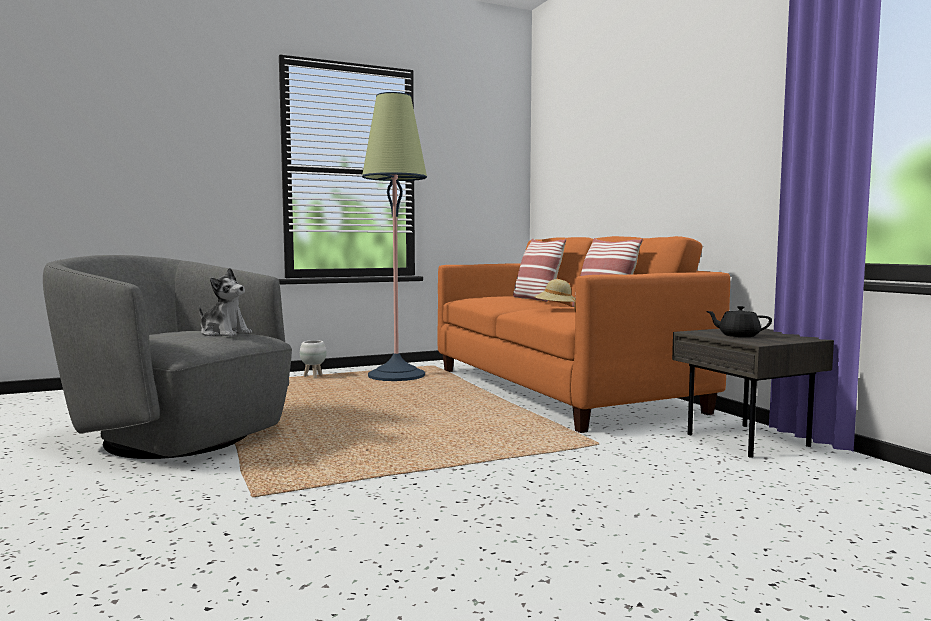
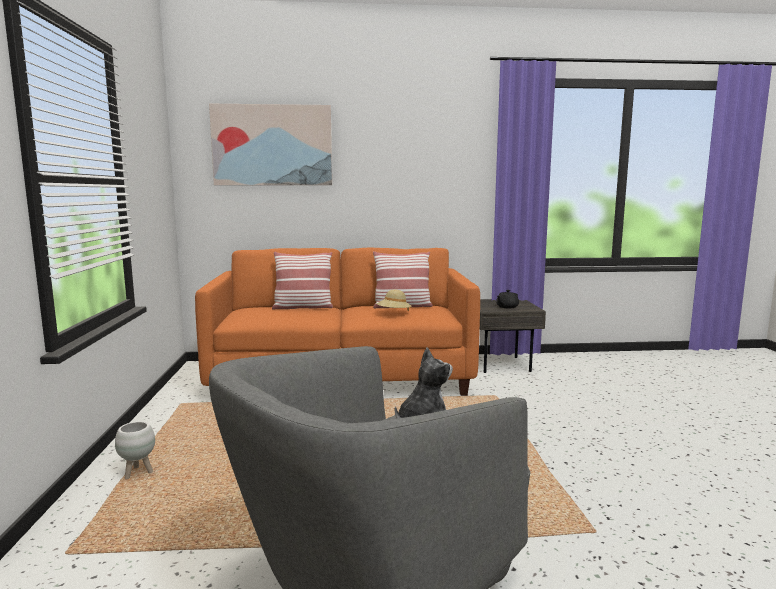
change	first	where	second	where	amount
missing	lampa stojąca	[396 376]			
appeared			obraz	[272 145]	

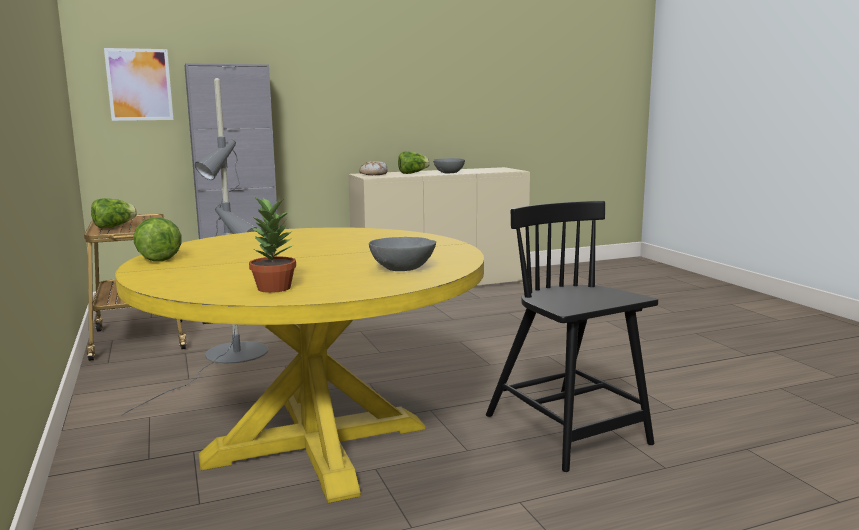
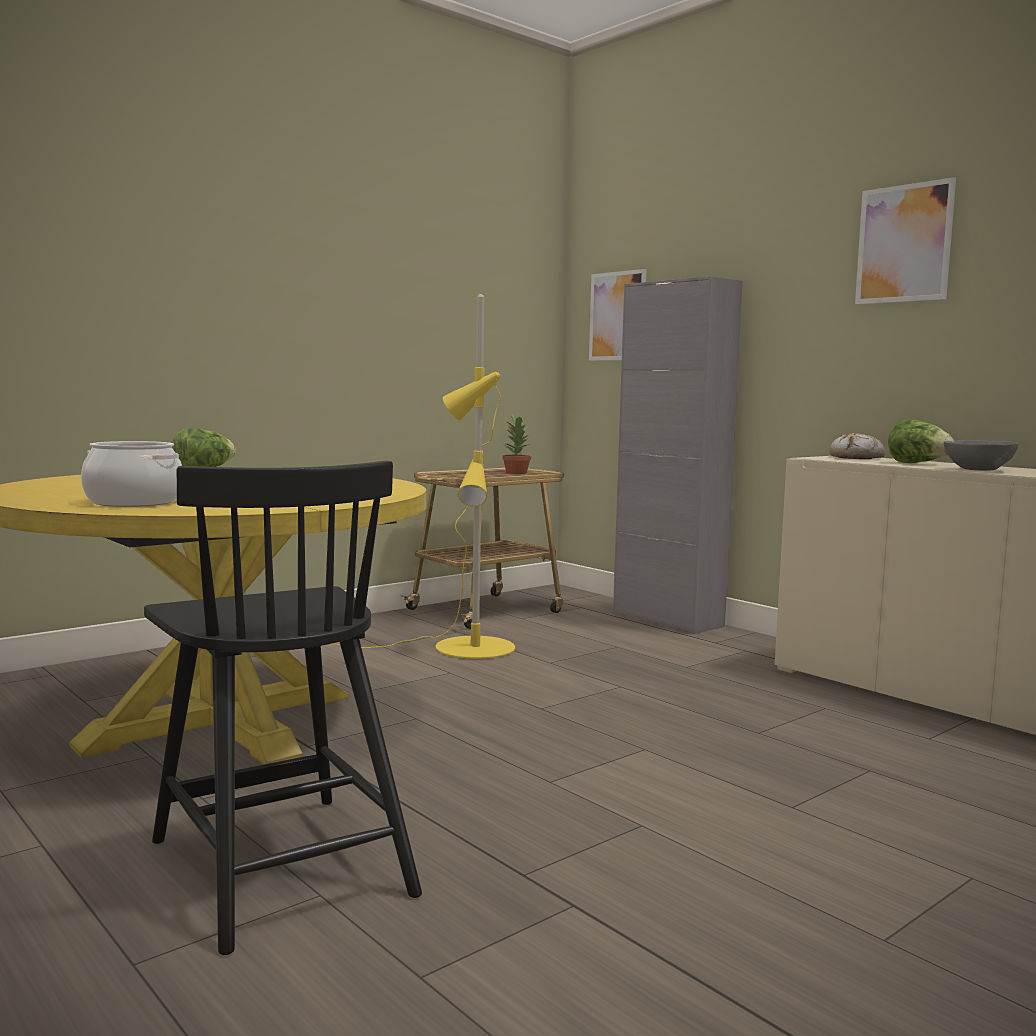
change	first	where	second	where	amount
missing	sałata	[114 227]			
appeared			obraz	[904 243]	
relocated	roślina doniczkowa	[273 288]		[516 473]	
exchanged	miska [szary]	[402 269]	garnek	[135 502]	
colour	lampa stojąca [szary]	[229 358]	lampa stojąca [żółty]	[456 648]	
spun	krzesło [czarny]	[567 431]		[279 864]	105 degrees clockwise

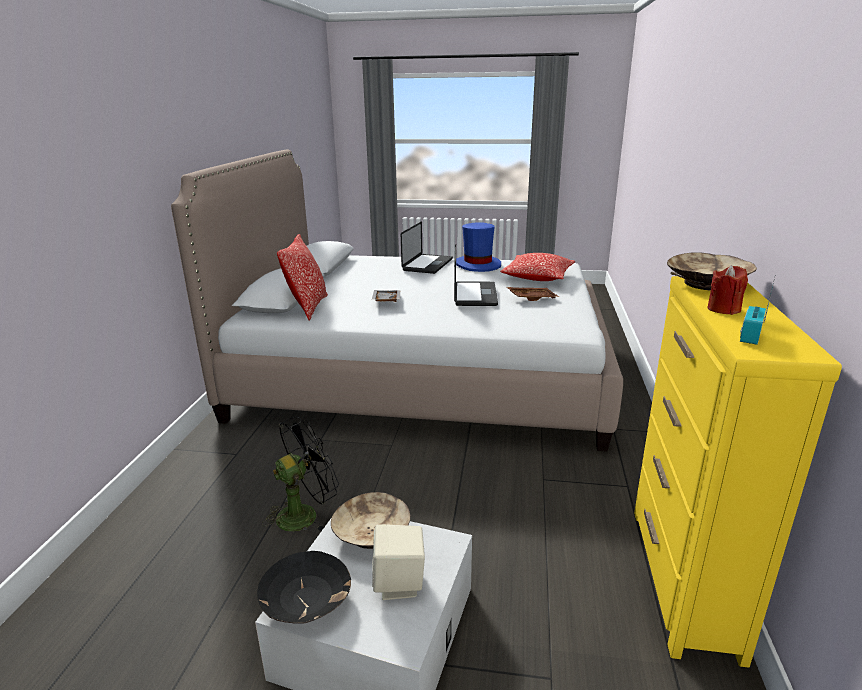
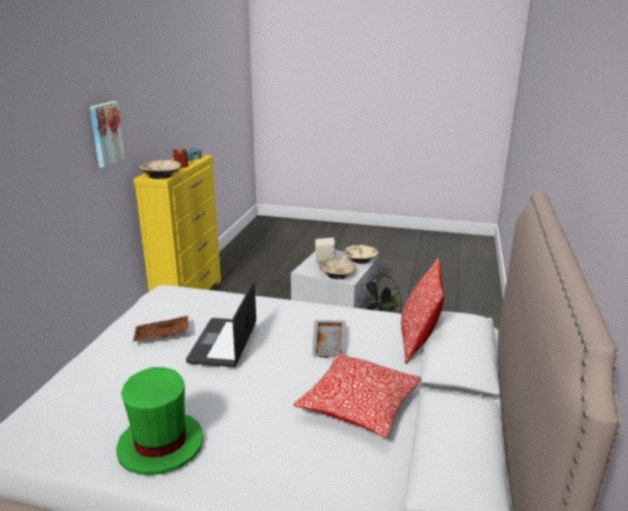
change	first	where	second	where	amount
missing	laptop	[427 265]			
appeared			obraz	[105 133]	
relocated	poduszka	[537 277]		[359 405]	
colour	miska [czarny]	[307 602]	miska [beżowy]	[360 259]	
colour	kapelusz [niebieski]	[478 265]	kapelusz [zielony]	[160 445]	

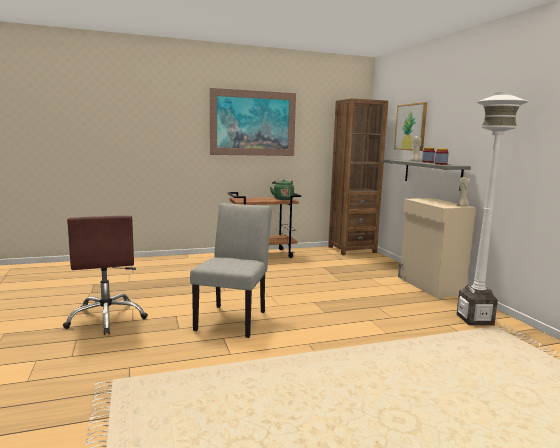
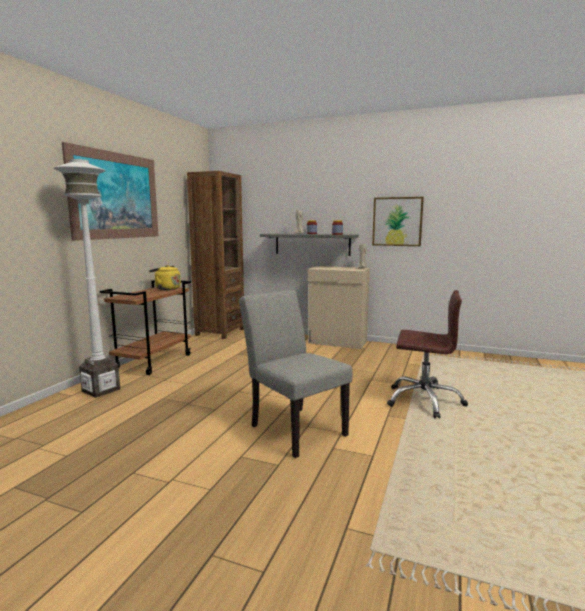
change	first	where	second	where	amount
relocated	krzesło biurowe [brązowy]	[107 318]		[424 400]	
relocated	obraz	[411 127]		[397 221]	
relocated	lampa stojąca [biały]	[475 319]		[101 390]	
colour	czajnik [zielony]	[282 199]	czajnik [żółty]	[166 289]	

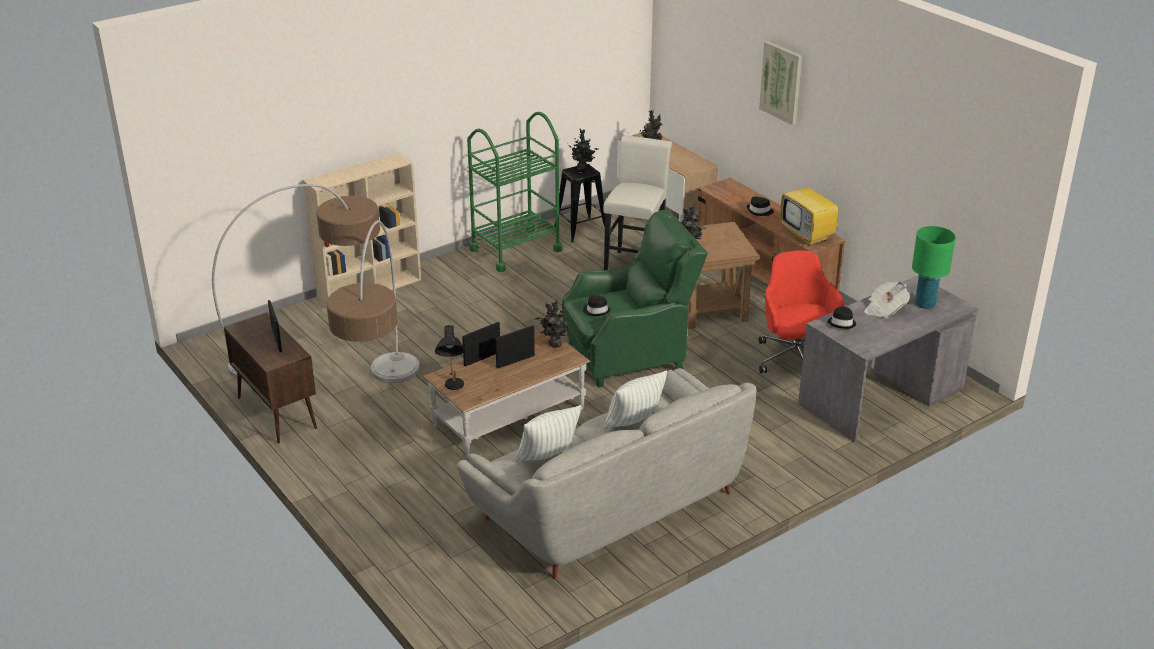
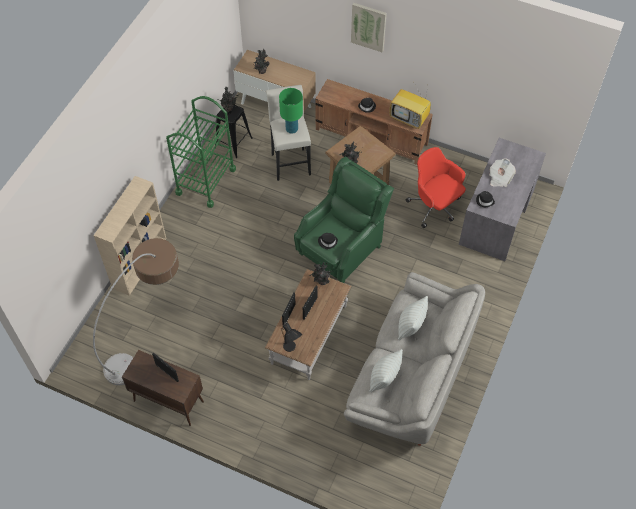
change	first	where	second	where	amount
missing	lampa stojąca	[383 408]			
relocated	lampa stołowa [zielony]	[925 304]		[292 129]	

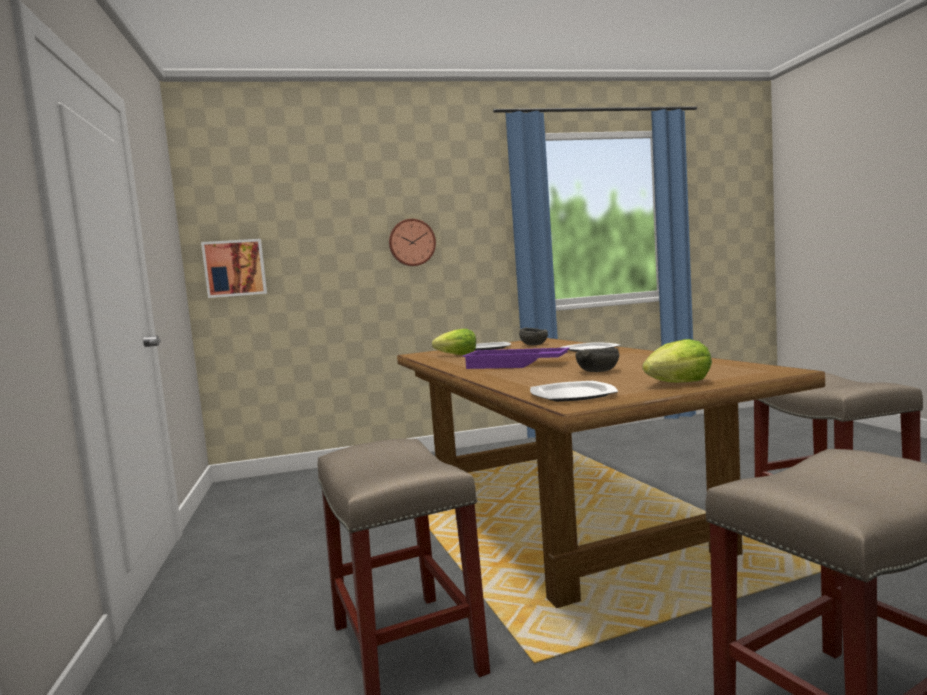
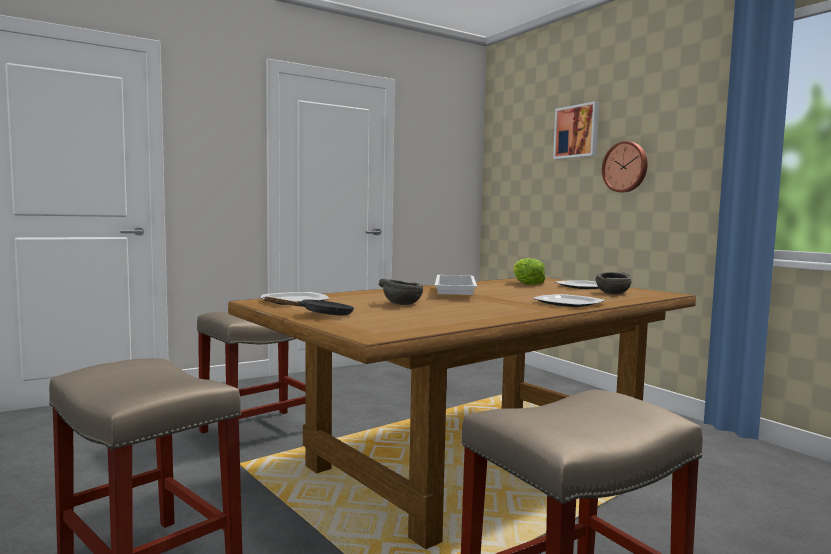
change	first	where	second	where	amount
relocated	obraz	[235 268]		[577 131]	
exchanged	sałata	[679 383]	patelnia [czarny]	[321 315]	
colour	taca [fioletowy]	[515 365]	taca [biały]	[453 292]	

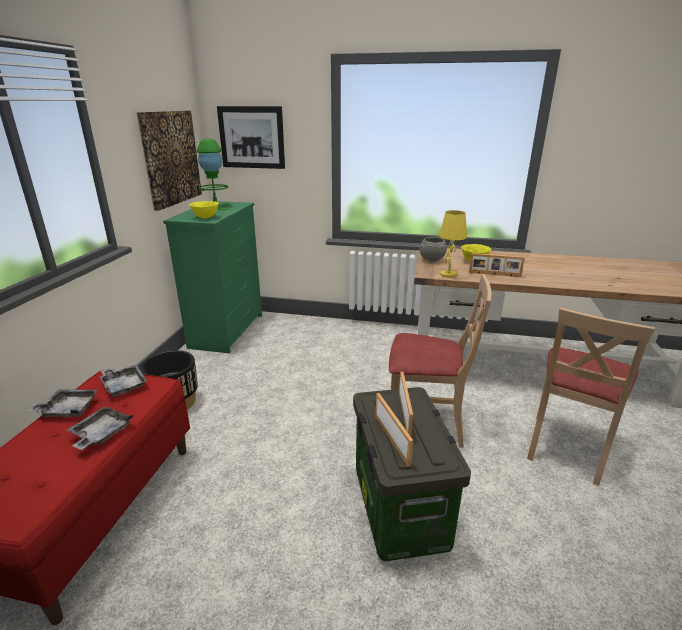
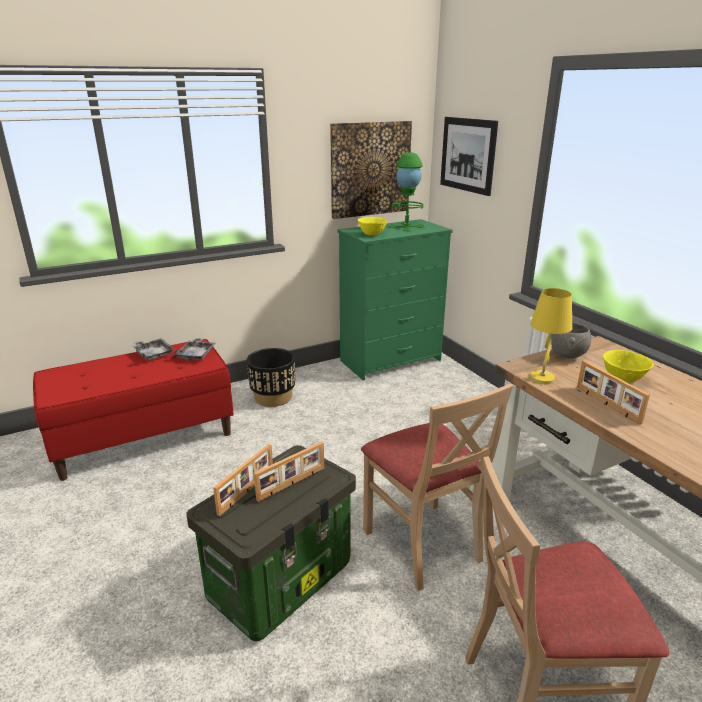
change	first	where	second	where	amount
missing	taca [szary]	[101 434]			

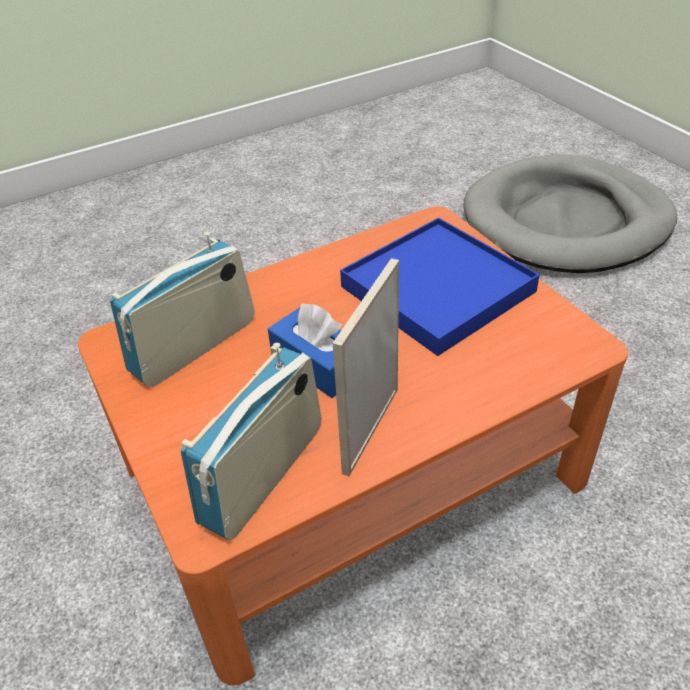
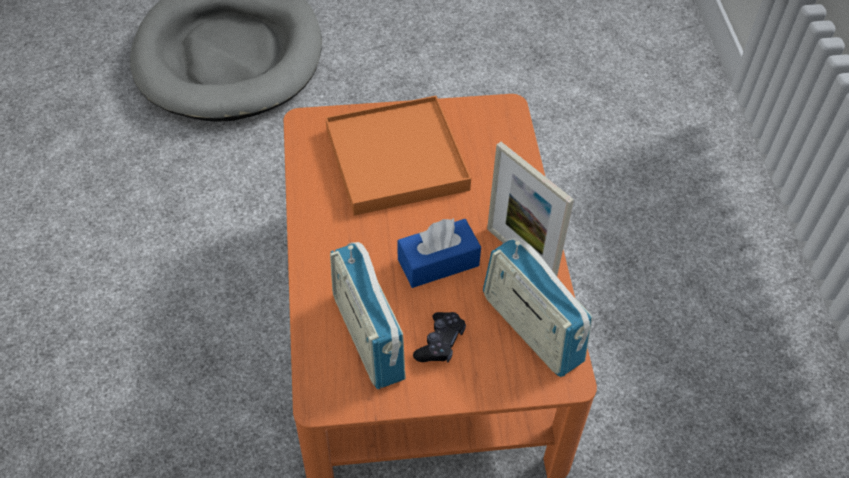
change	first	where	second	where	amount
appeared			pad do gier [czarny]	[440 343]	
colour	taca [niebieski]	[437 289]	taca [pomarańczowy]	[397 159]	

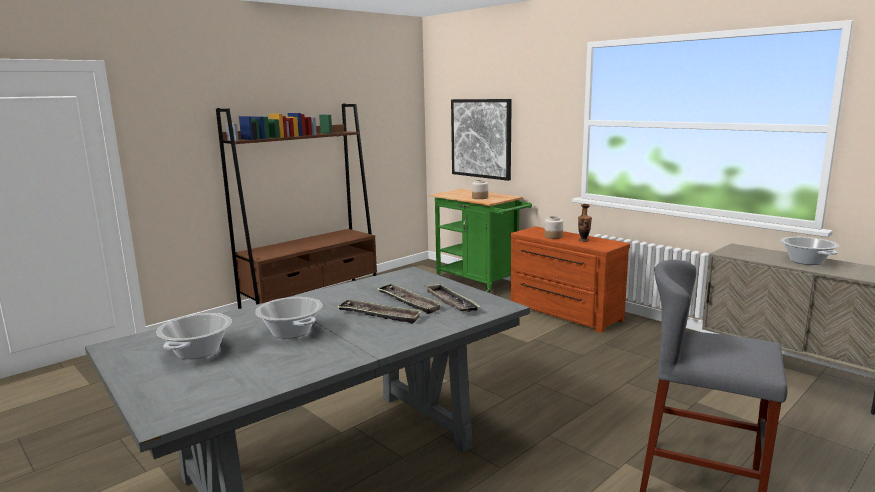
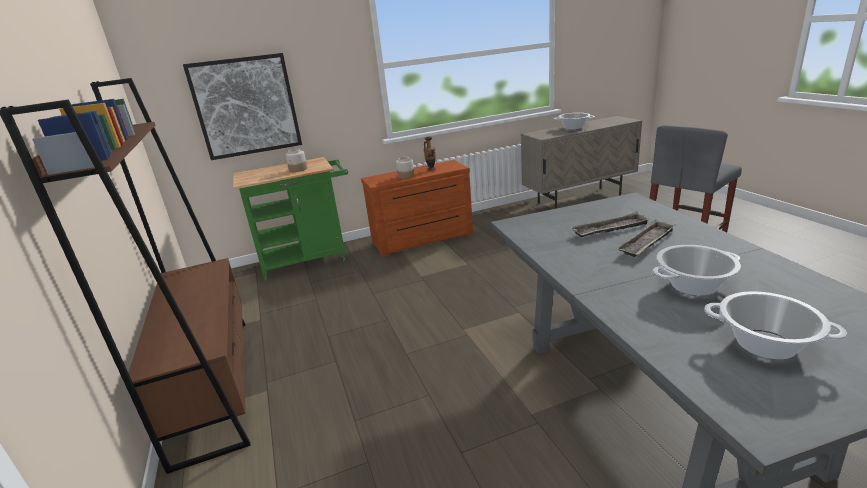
change	first	where	second	where	amount
missing	taca	[451 302]			

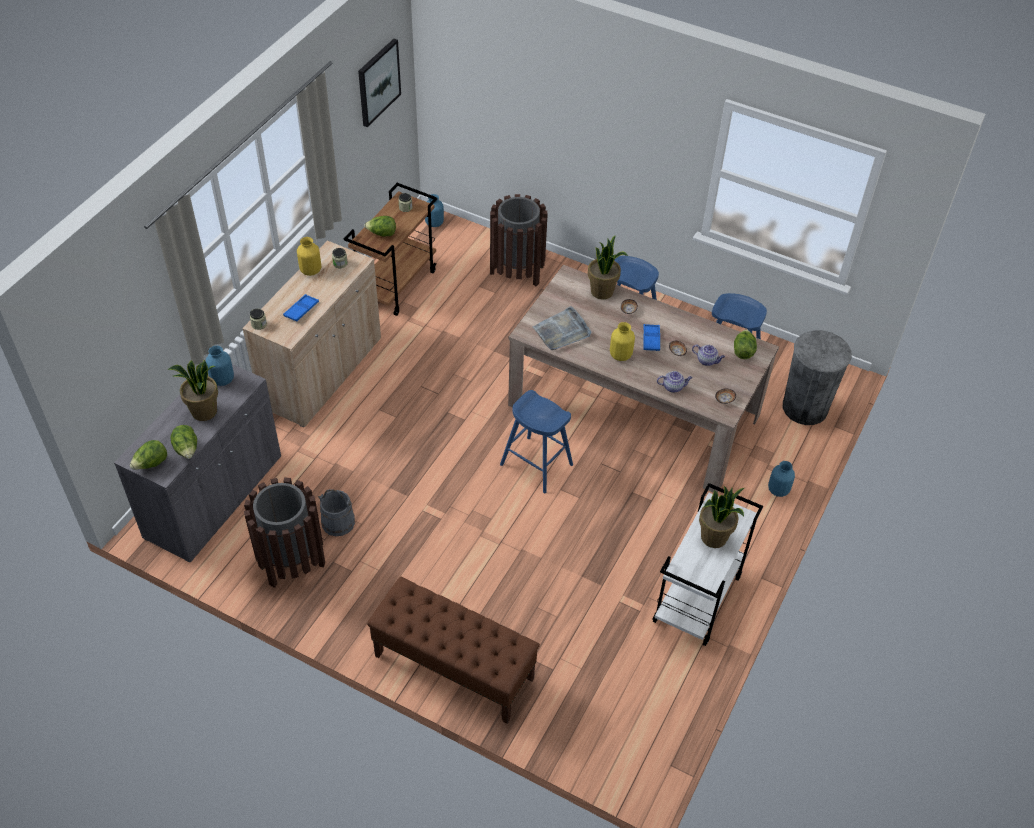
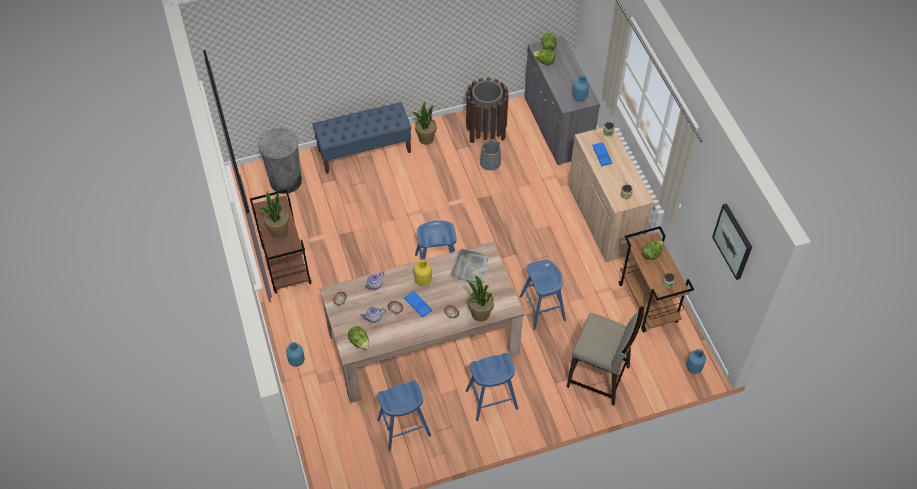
change	first	where	second	where	amount
missing	wazon [żółty]	[310 270]			
appeared			stołek [niebieski]	[542 308]	
relocated	roślina doniczkowa	[204 412]		[426 138]	
relocated	kosz na śmieci [szary]	[805 407]		[285 181]	
exchanged	kosz na śmieci [brązowy]	[517 272]	stołek [beżowy]	[598 377]	
colour	ławka [brązowy]	[453 667]	ławka [niebieski]	[364 151]	
colour	wózek [biały]	[697 600]	wózek [brązowy]	[285 265]	

